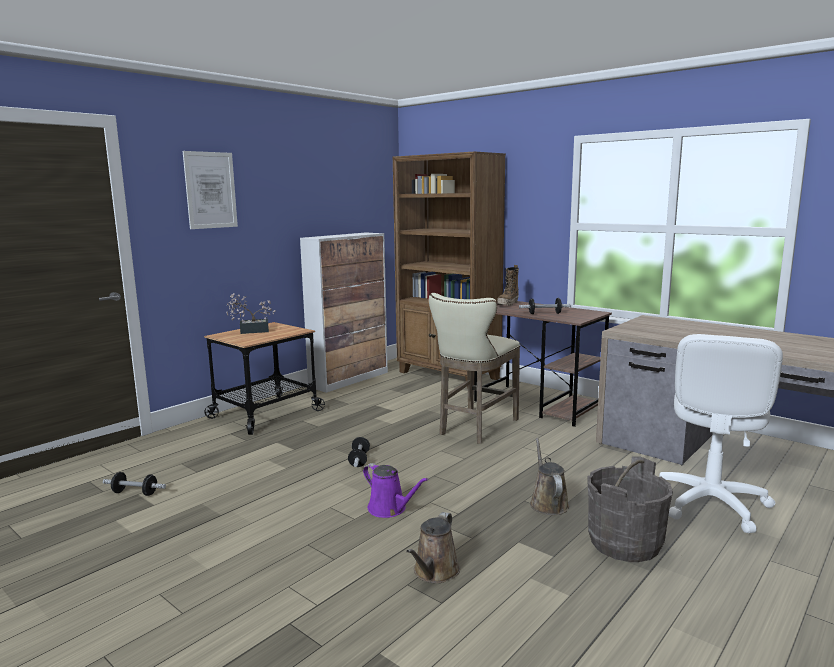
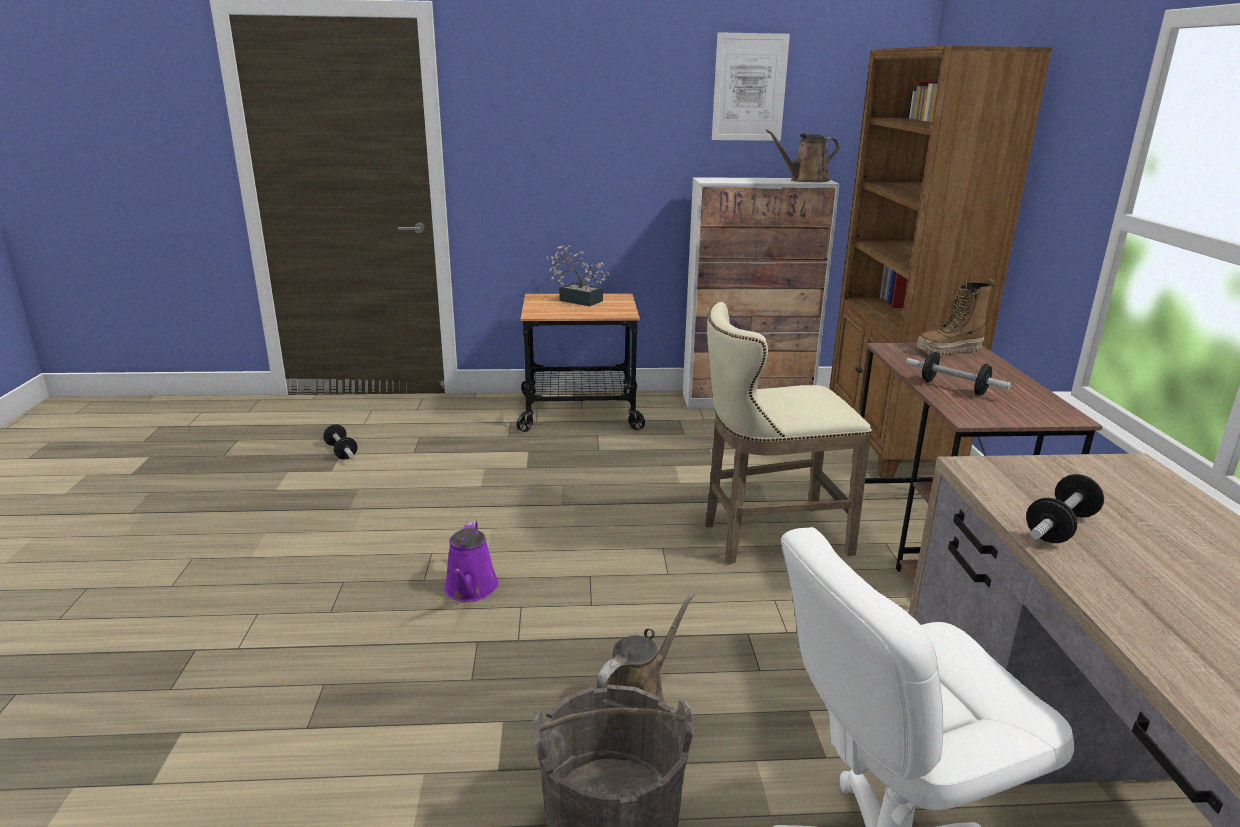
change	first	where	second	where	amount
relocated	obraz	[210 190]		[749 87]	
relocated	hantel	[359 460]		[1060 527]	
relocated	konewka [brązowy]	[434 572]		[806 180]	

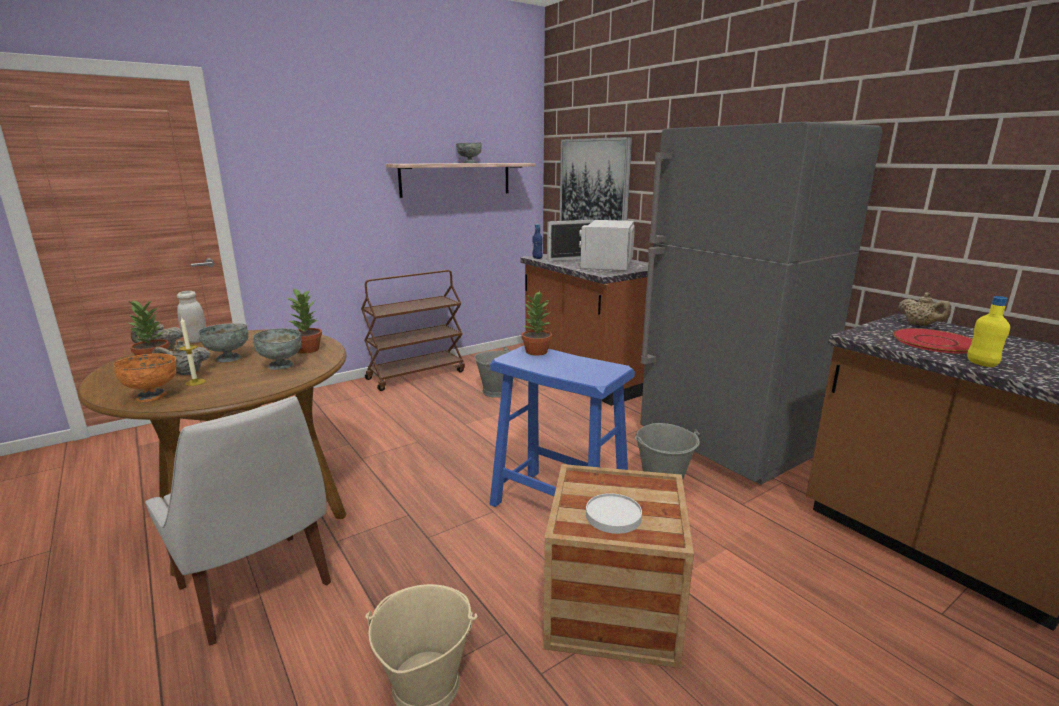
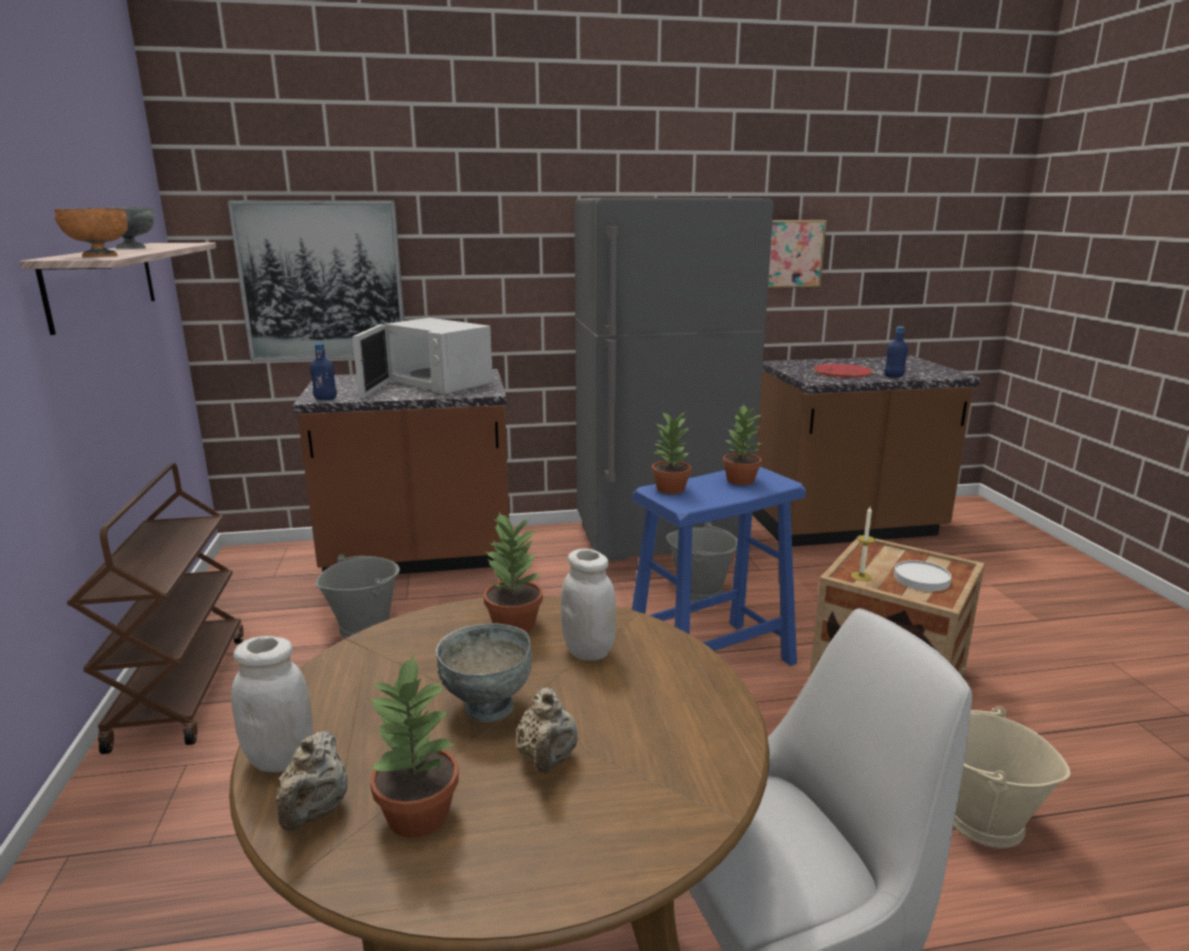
change	first	where	second	where	amount
missing	imbryk [beżowy]	[920 325]			
appeared			roślina doniczkowa	[740 481]	
appeared			obraz	[789 253]	
relocated	miska [pomarańczowy]	[152 396]		[99 256]	
relocated	świeca	[195 382]		[861 576]	
exchanged	miska [szary]	[282 366]	słoik [biały]	[588 651]	
colour	butelka [żółty]	[981 364]	butelka [niebieski]	[894 376]	

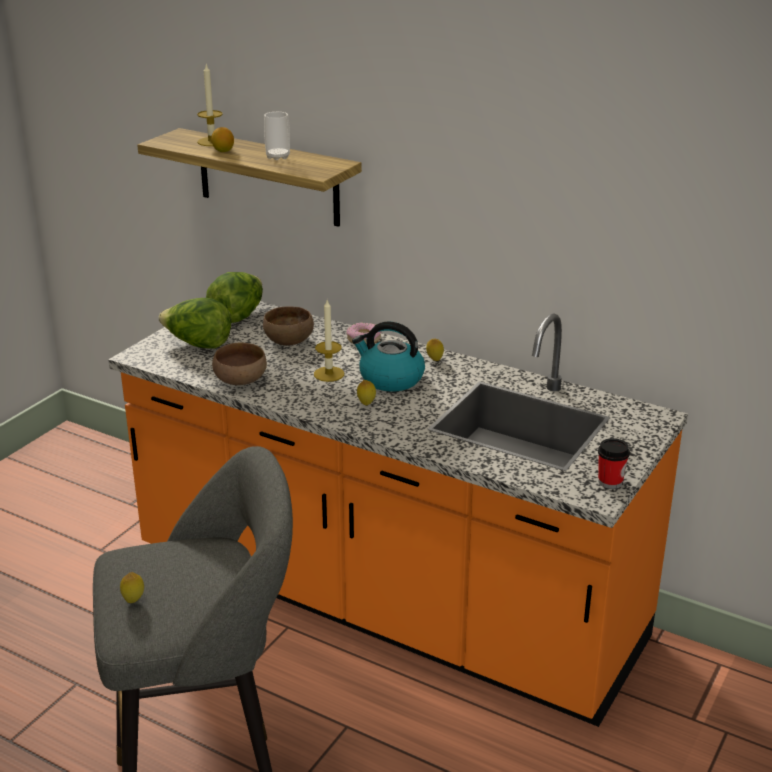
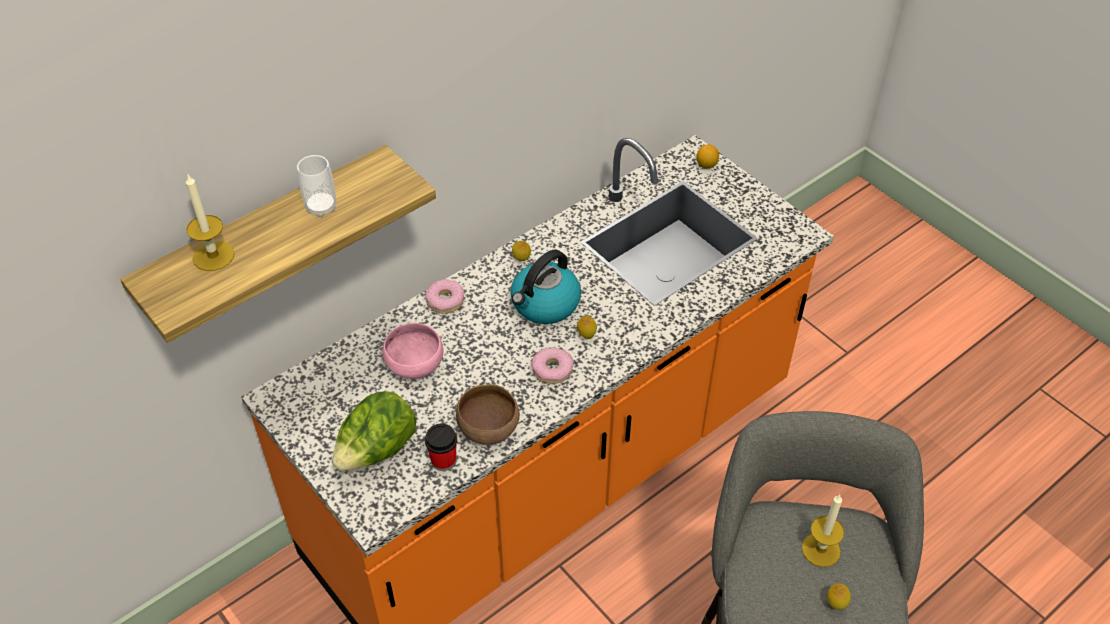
change	first	where	second	where	amount
missing	sałata	[238 316]			
appeared			donut	[552 369]	
relocated	cytryna	[223 151]		[706 165]	
relocated	świeca	[329 374]		[821 549]	
relocated	filiżanka	[610 482]		[443 461]	
colour	miska [brązowy]	[288 341]	miska [różowy]	[414 365]	

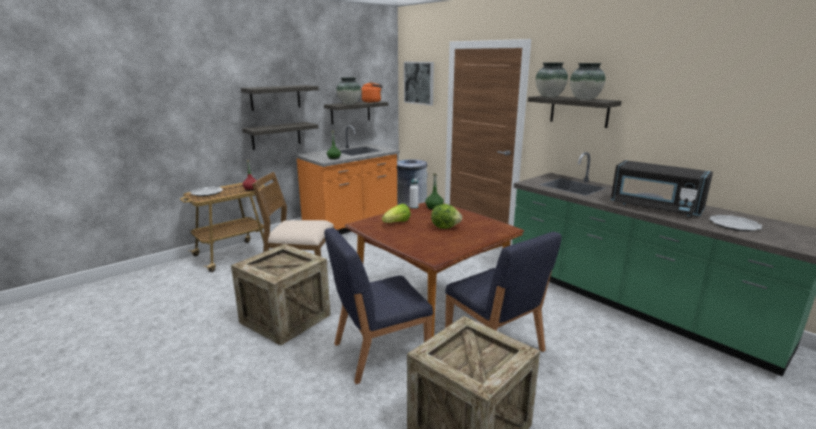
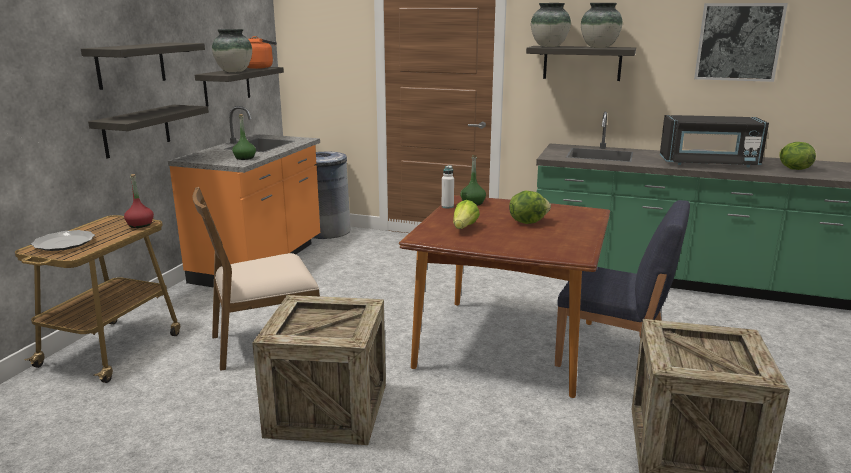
change	first	where	second	where	amount
missing	krzesło [niebieski]	[379 352]			
relocated	obraz	[419 83]		[738 42]	
exchanged	talerz	[734 225]	sałata	[793 169]	

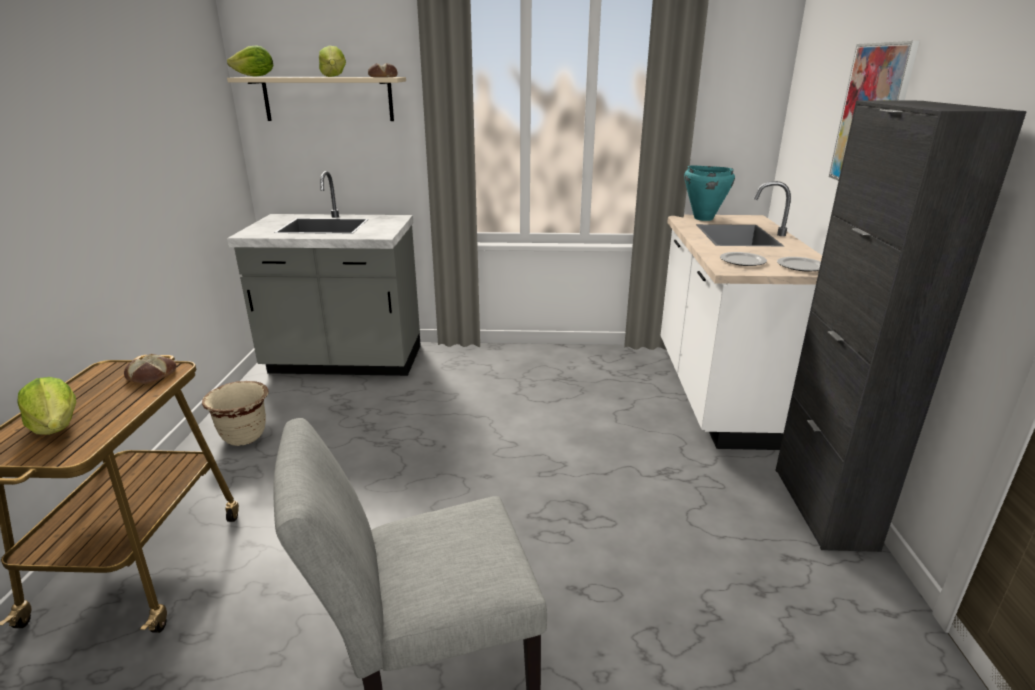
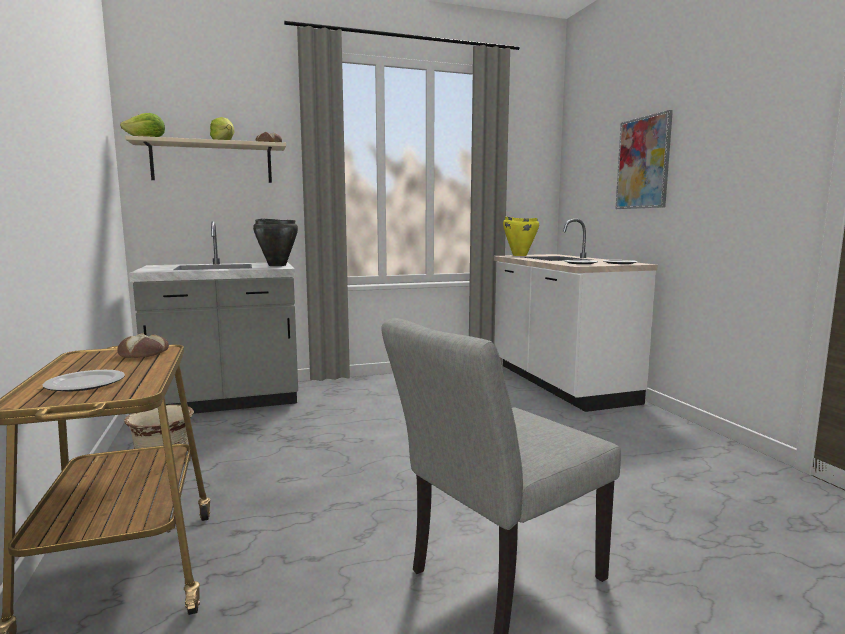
change	first	where	second	where	amount
missing	szafka [czarny]	[823 507]			
appeared			garnek [czarny]	[277 265]	
exchanged	sałata	[56 426]	talerz	[86 383]	
colour	garnek [turkusowy]	[703 218]	garnek [żółty]	[519 255]	

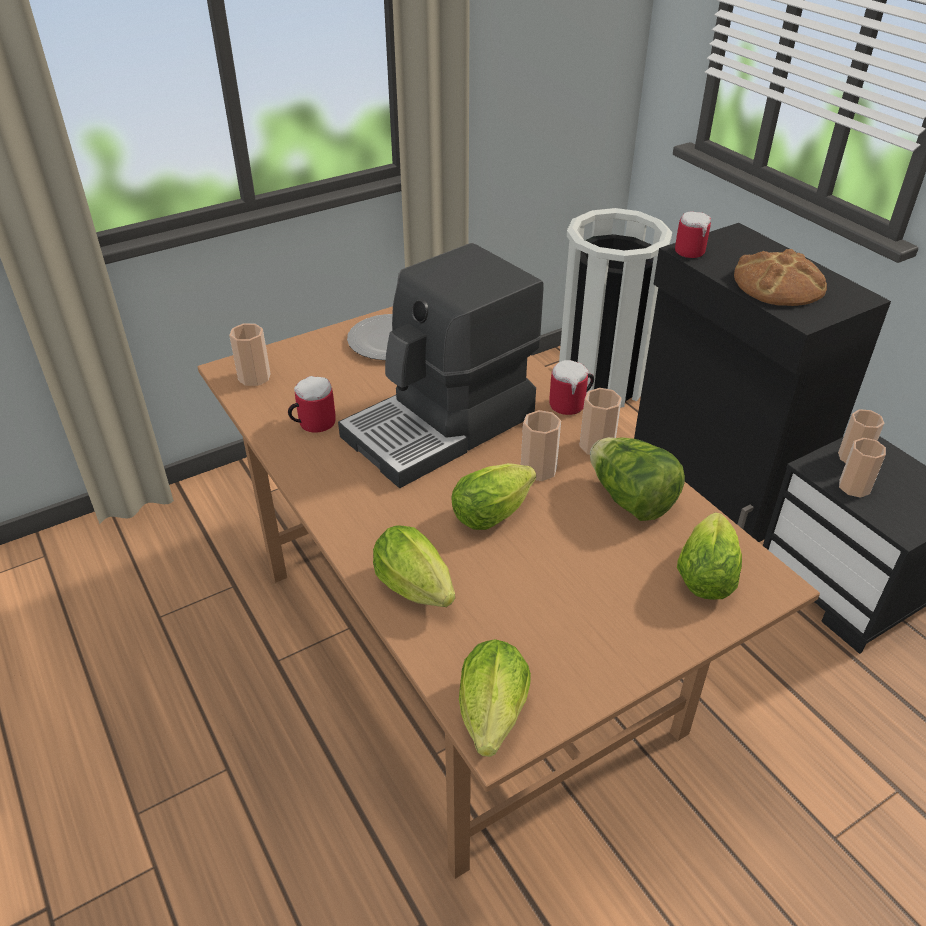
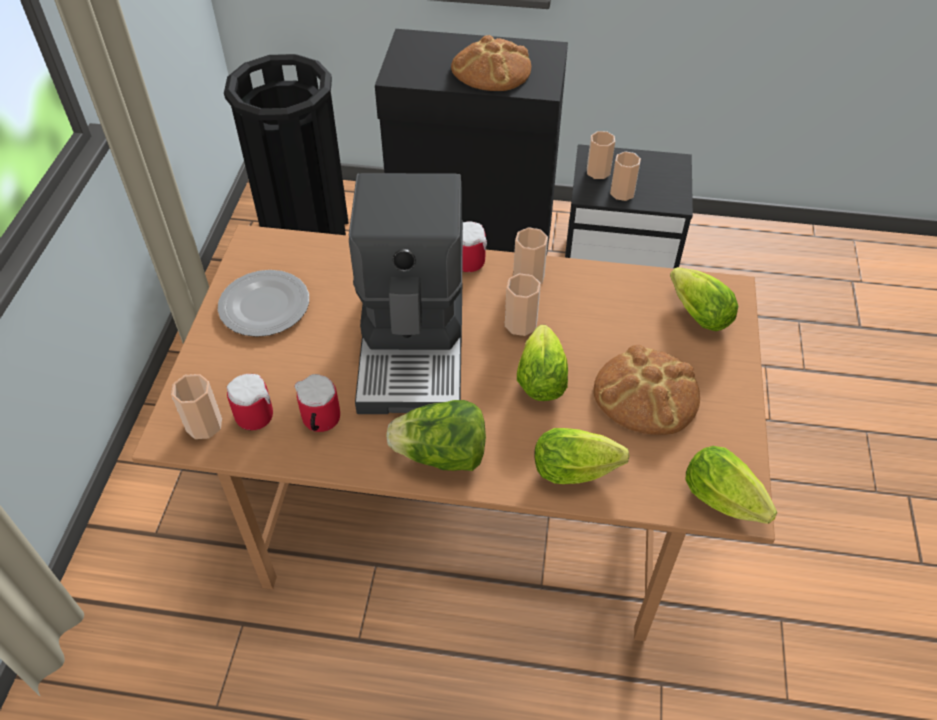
change	first	where	second	where	amount
appeared			chleb	[646 394]	
relocated	sałata	[630 500]		[441 455]	
relocated	kubek	[693 251]		[257 411]	
colour	kosz na śmieci [biały]	[600 383]	kosz na śmieci [czarny]	[304 226]	

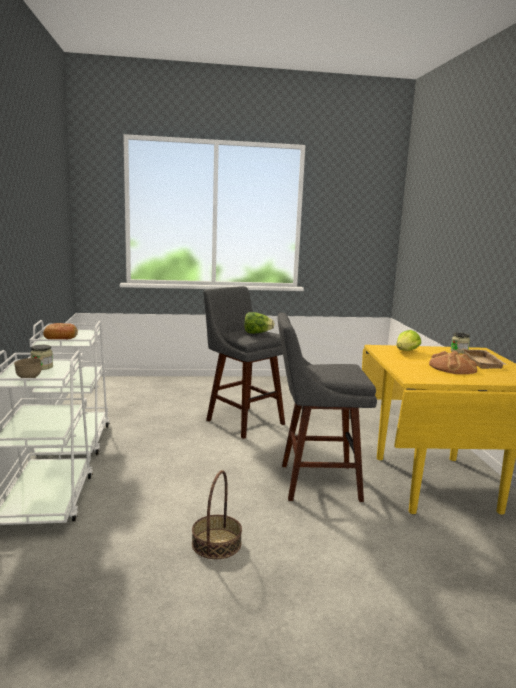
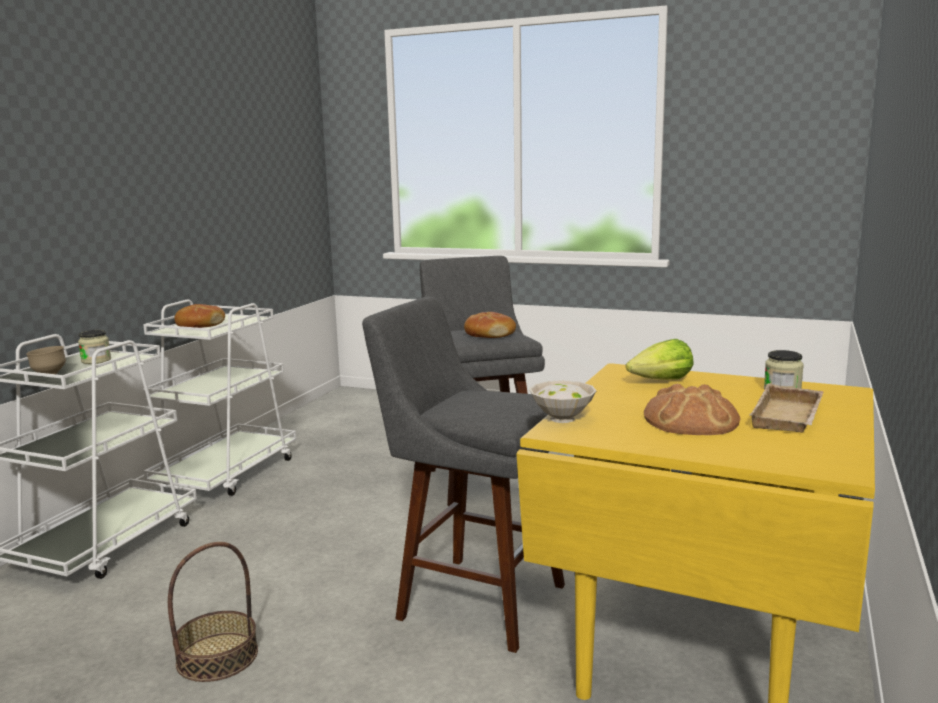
change	first	where	second	where	amount
appeared			miska [biały]	[561 419]	
exchanged	sałata	[257 333]	chleb	[489 334]	

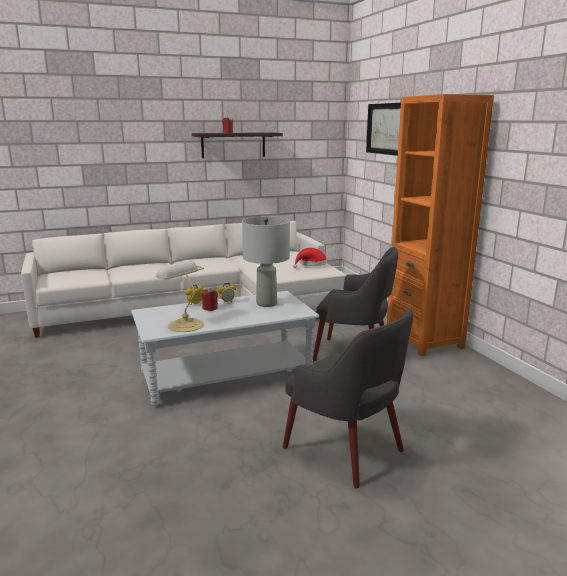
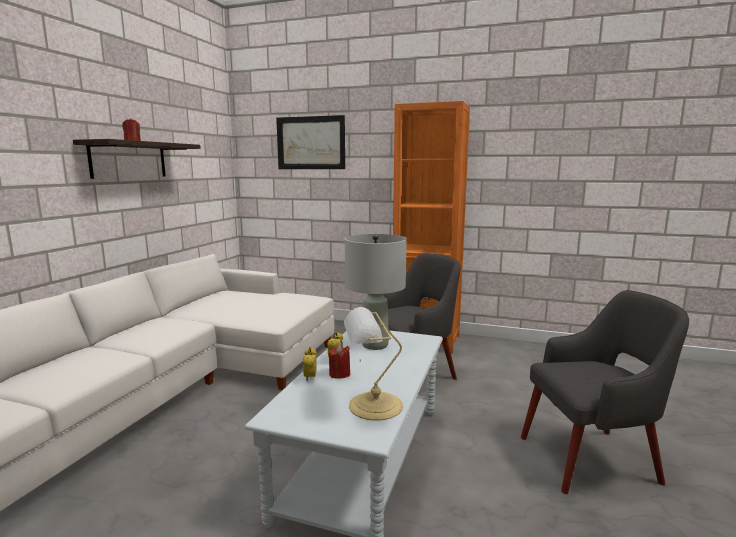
change	first	where	second	where	amount
missing	kapelusz [czerwony]	[311 264]			

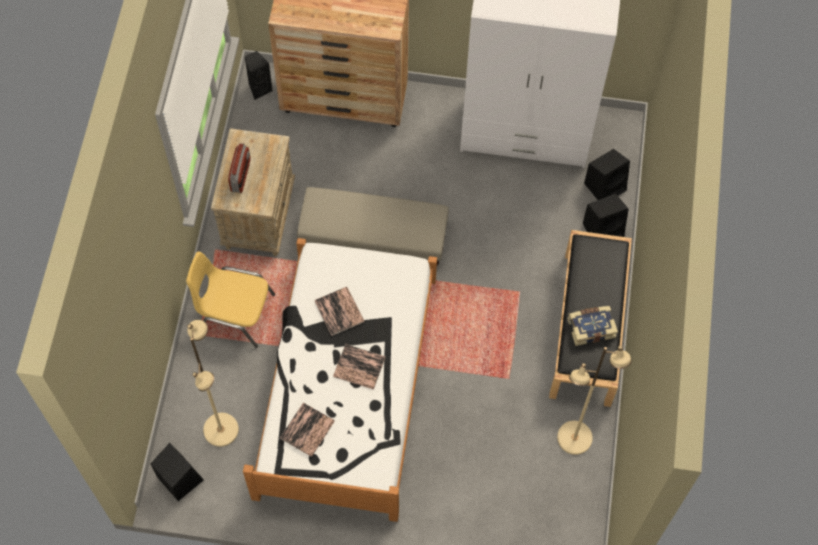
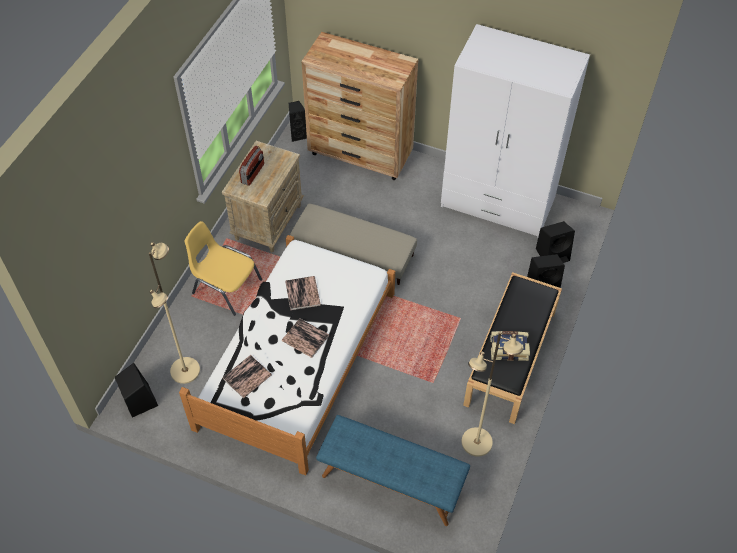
change	first	where	second	where	amount
appeared			ławka [niebieski]	[391 482]	

